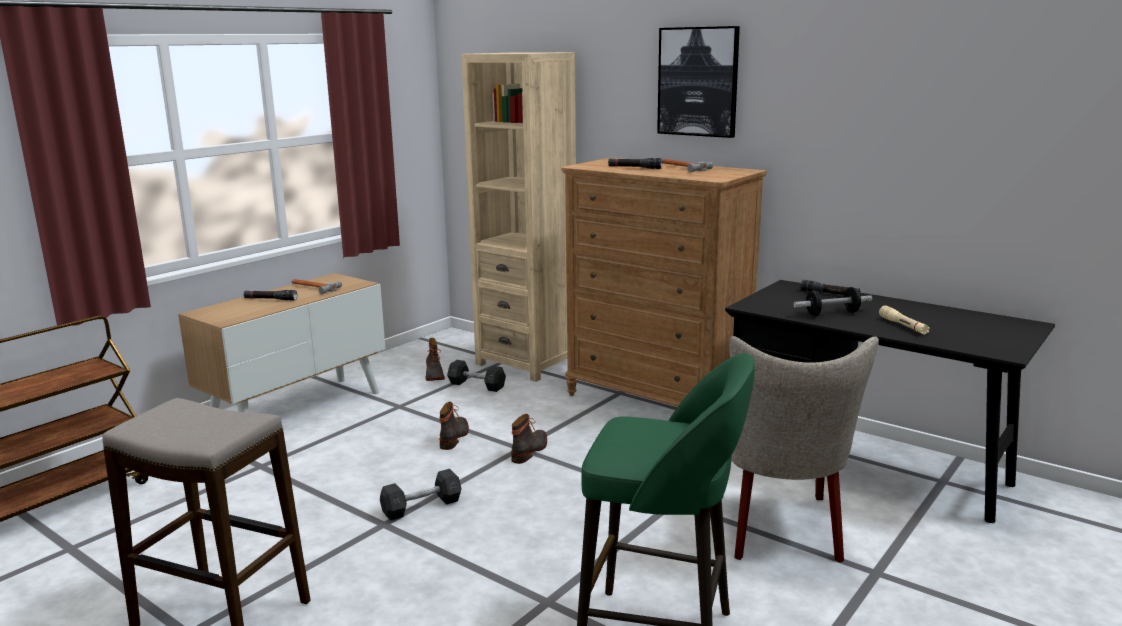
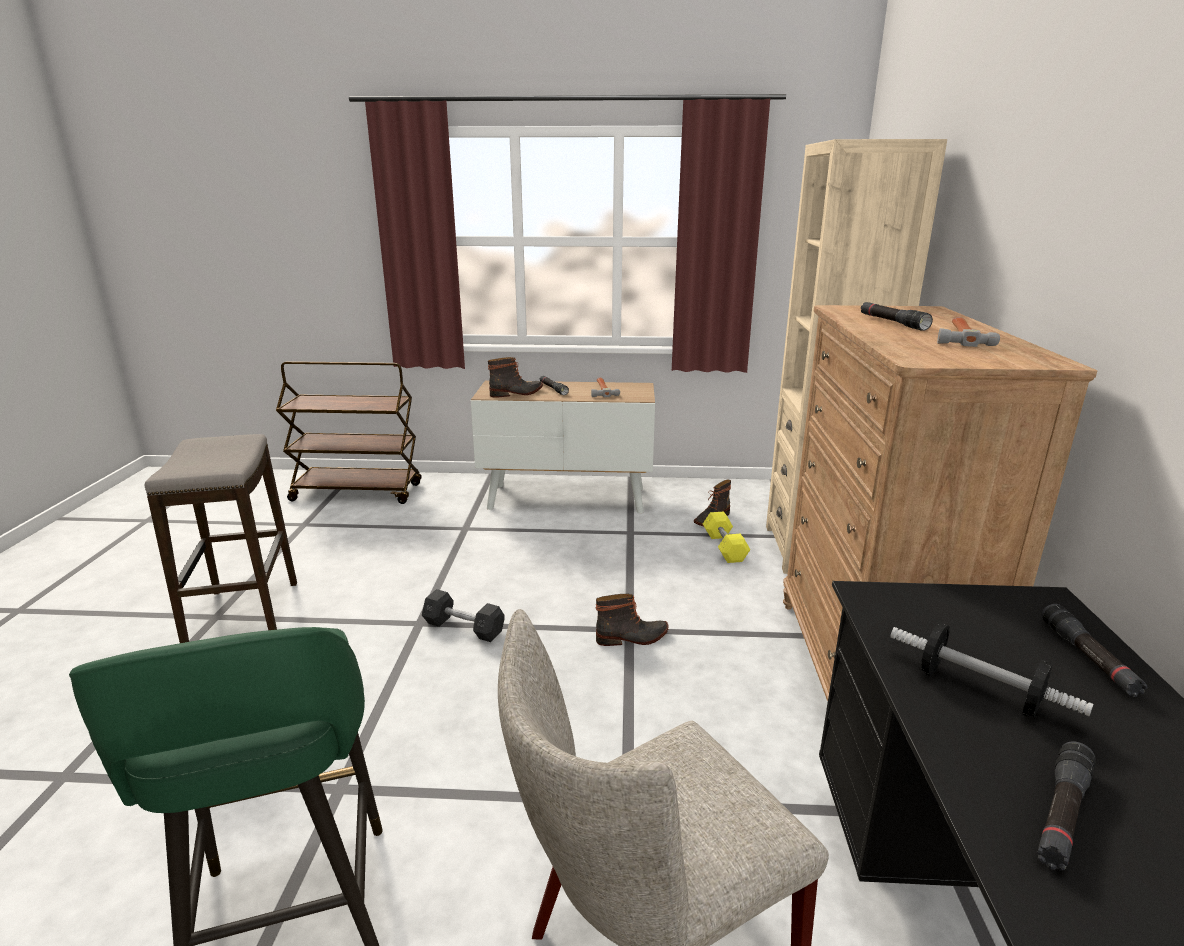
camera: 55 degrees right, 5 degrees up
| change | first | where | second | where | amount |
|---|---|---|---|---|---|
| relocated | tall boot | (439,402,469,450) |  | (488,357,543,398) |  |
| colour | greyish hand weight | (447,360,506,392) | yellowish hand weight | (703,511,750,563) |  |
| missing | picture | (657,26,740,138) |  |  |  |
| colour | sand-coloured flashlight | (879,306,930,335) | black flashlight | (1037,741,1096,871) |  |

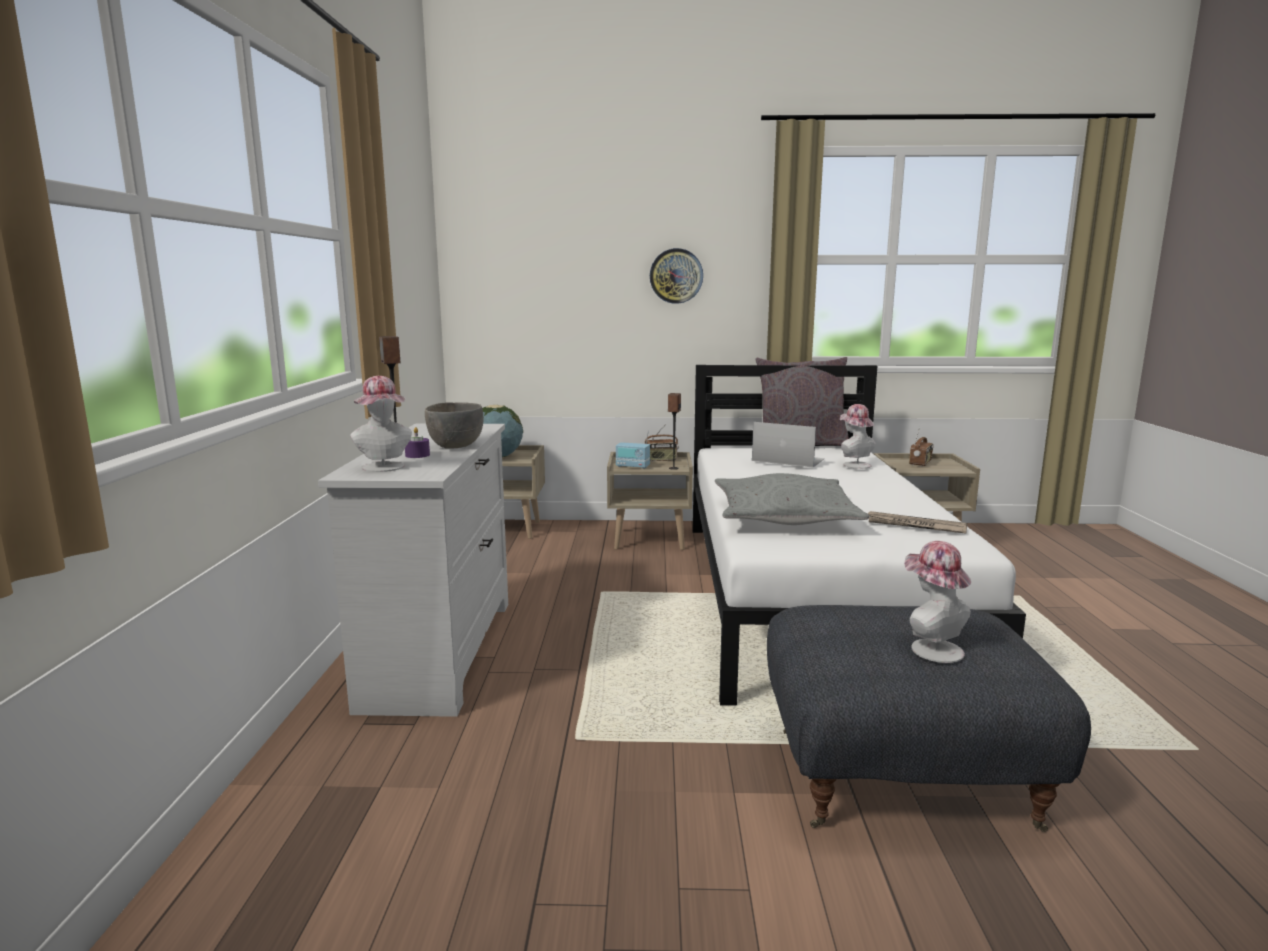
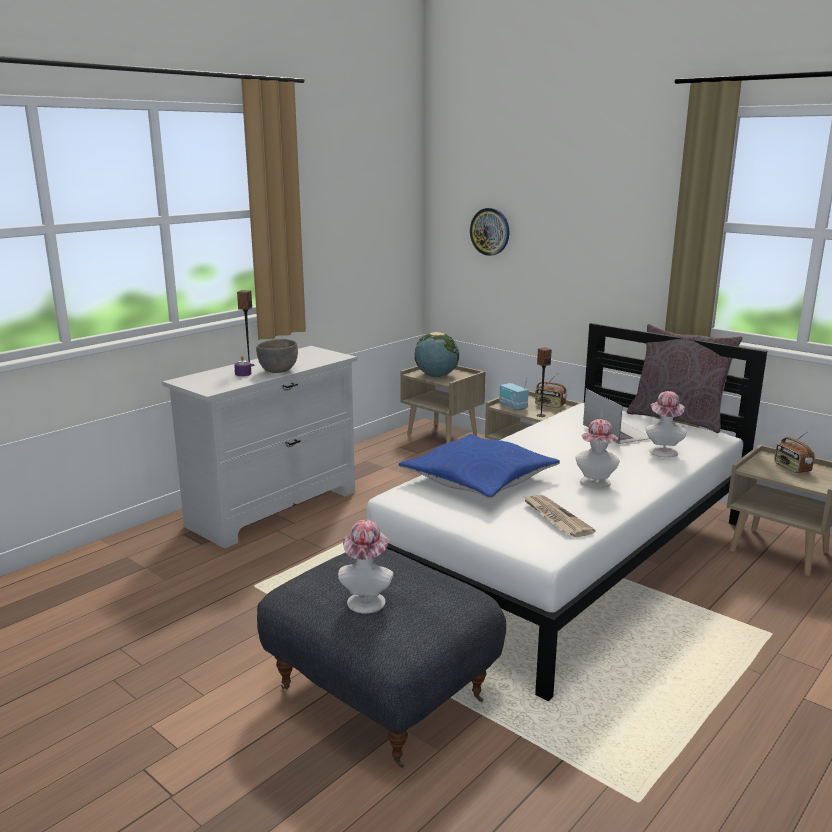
camera: 40 degrees right, 5 degrees up
| change | first | where | second | where | amount |
|---|---|---|---|---|---|
| relocated | wearable hat | (350,376,412,472) |  | (575,419,620,488) |  |
| relocated | wall clock | (650,248,703,304) |  | (470,208,509,256) |  |
| colour | greyish pillow | (715,473,869,525) | bluish pillow | (399,434,560,498) |  |
| spun | radio | (909,427,934,466) |  | (774,431,815,473) | 90 degrees clockwise |

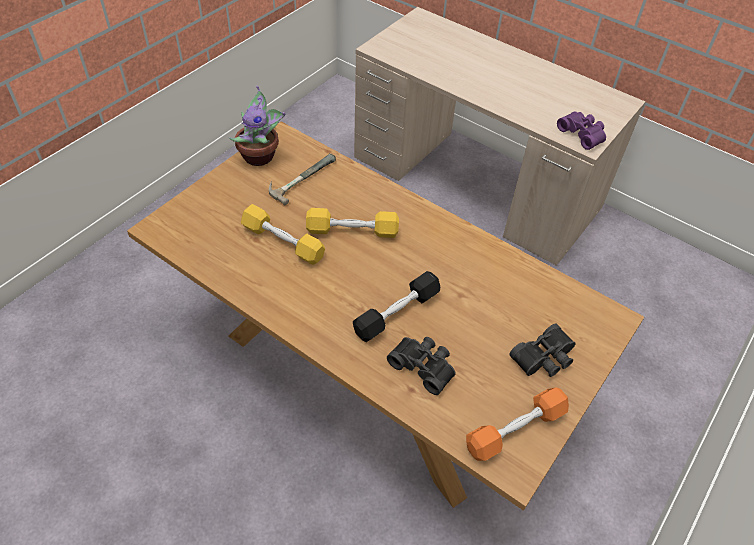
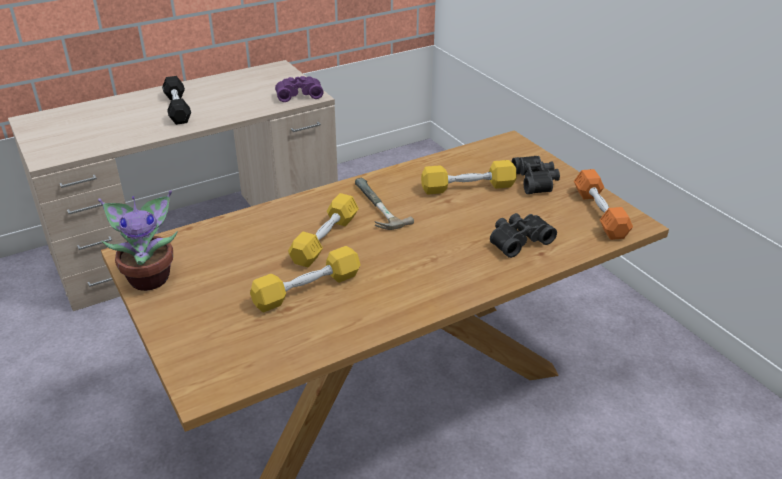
camera: 65 degrees left, 15 degrees down
| change | first | where | second | where | amount |
|---|---|---|---|---|---|
| relocated | hammer | (269,153,336,205) |  | (355,178,414,230) |  |
| relocated | black hand weight | (353,271,440,342) |  | (162,76,191,125) |  |
| appeared |  |  | yellowish hand weight | (421,160,517,195) |  |

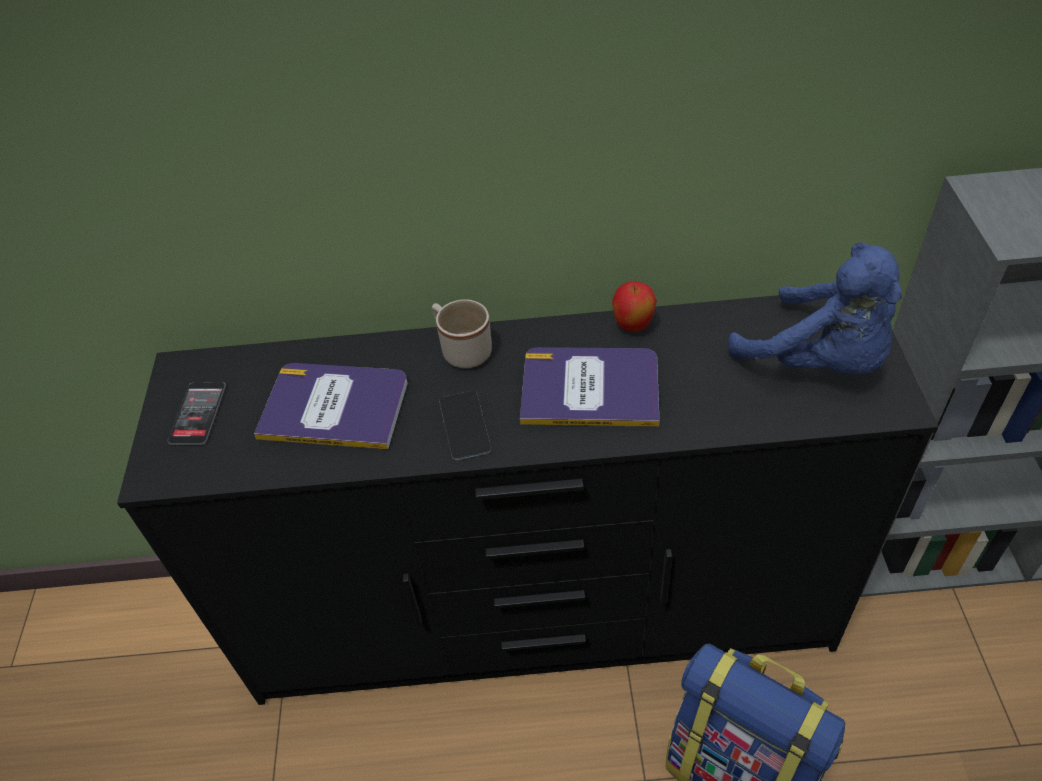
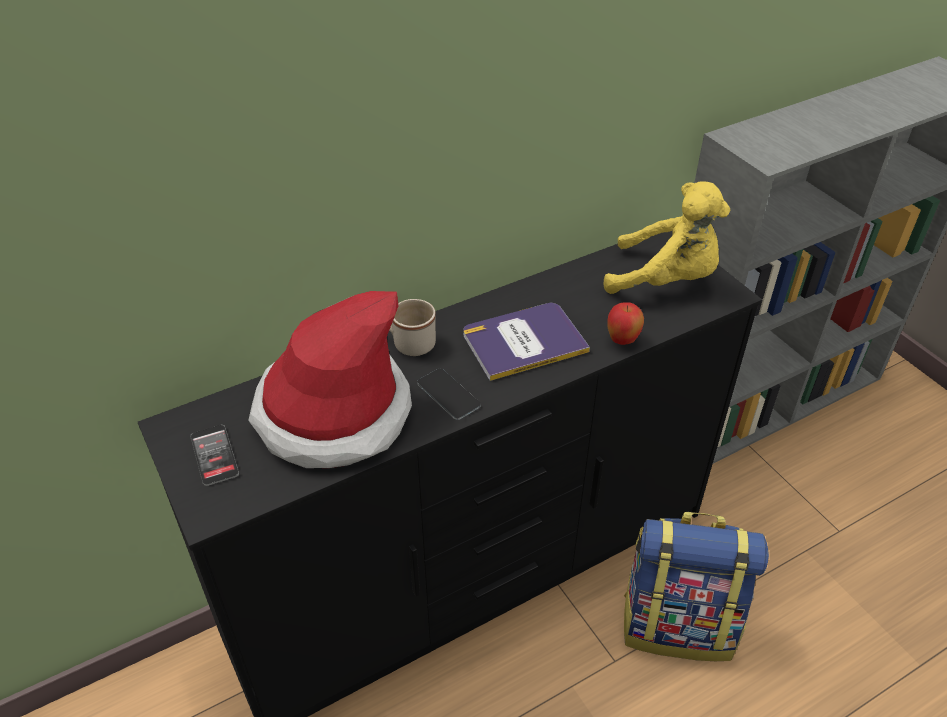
camera: 30 degrees left, 5 degrees down
| change | first | where | second | where | amount |
|---|---|---|---|---|---|
| exchanged | book | (254,363,408,449) | wearable hat | (248,291,412,468) |  |
| relocated | apple | (612,281,657,332) |  | (608,302,644,345) |  |
| colour | bluish cuddly toy | (728,242,902,374) | yellowish cuddly toy | (604,181,730,294) |  |

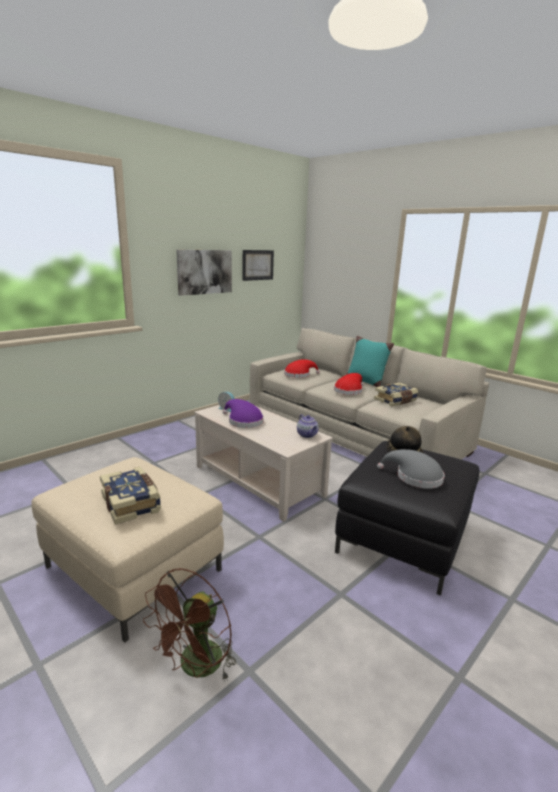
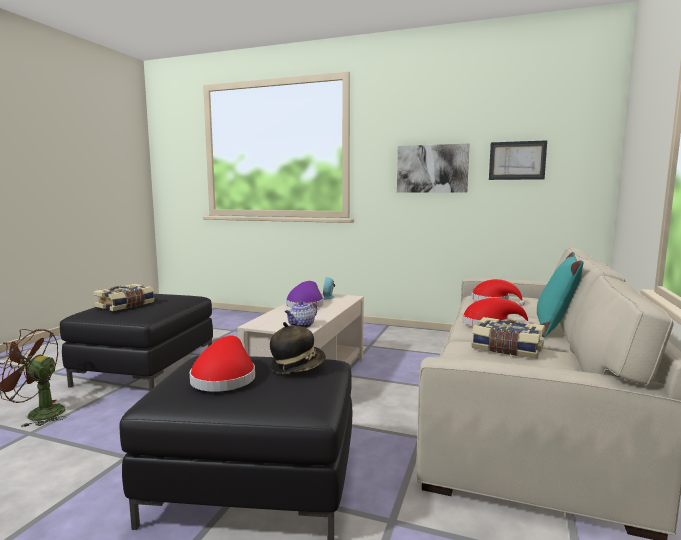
camera: 65 degrees right, 10 degrees down
| change | first | where | second | where | amount |
|---|---|---|---|---|---|
| colour | sand-coloured footrest | (31,457,224,643) | black footrest | (60,294,213,391) |  |
| colour | greyish wearable hat | (377,449,445,489) | red wearable hat | (190,336,255,392) |  |

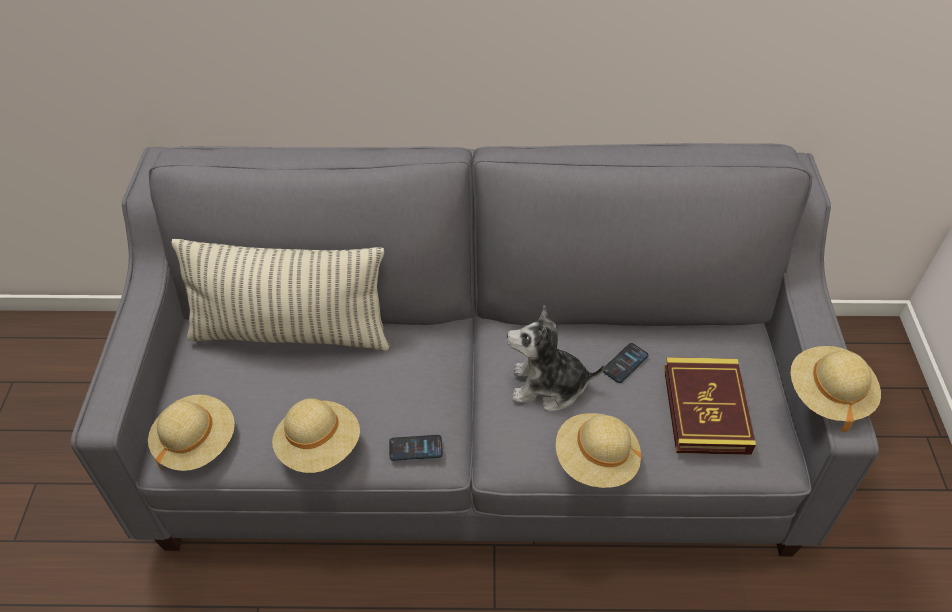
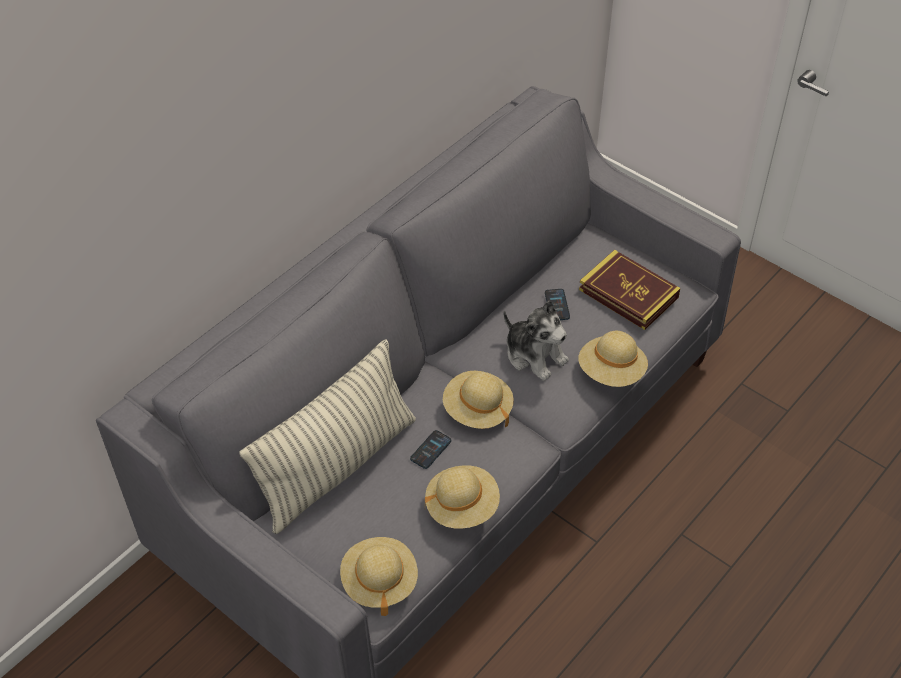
camera: 50 degrees left, 0 degrees up
| change | first | where | second | where | amount |
|---|---|---|---|---|---|
| relocated | phone | (389,435,443,461) |  | (410,430,451,469) |  |
| spun | cuddly toy | (507,305,605,411) |  | (503,301,569,381) | 90 degrees counterclockwise |
| relocated | sand-coloured wearable hat | (791,346,881,432) |  | (443,371,514,429) |  |

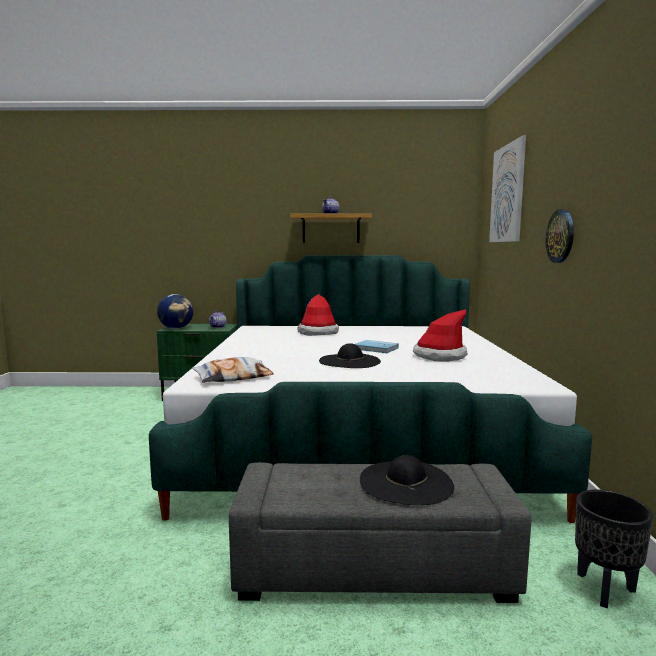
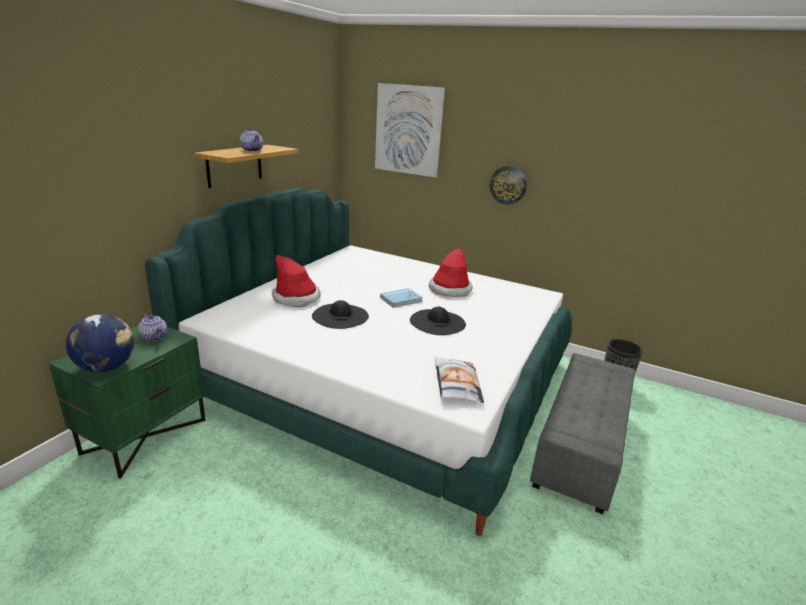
camera: 65 degrees left, 15 degrees up
| change | first | where | second | where | amount |
|---|---|---|---|---|---|
| relocated | black wearable hat | (360,455,454,505) |  | (312,300,369,329) |  |

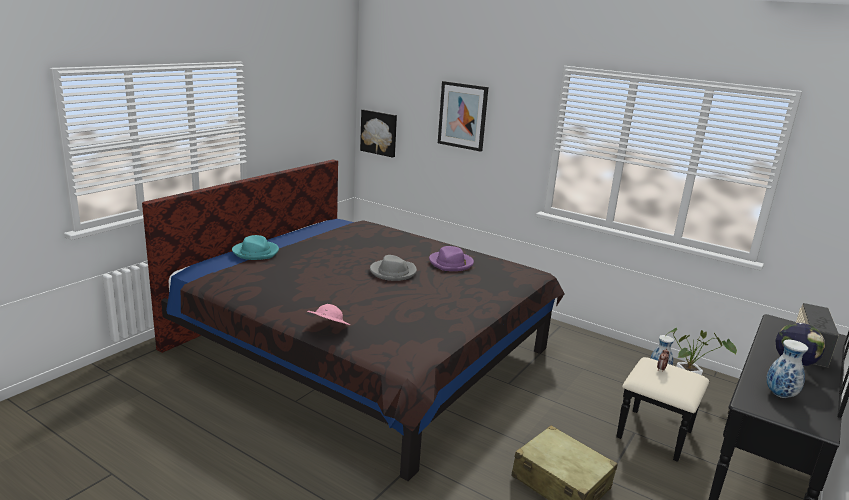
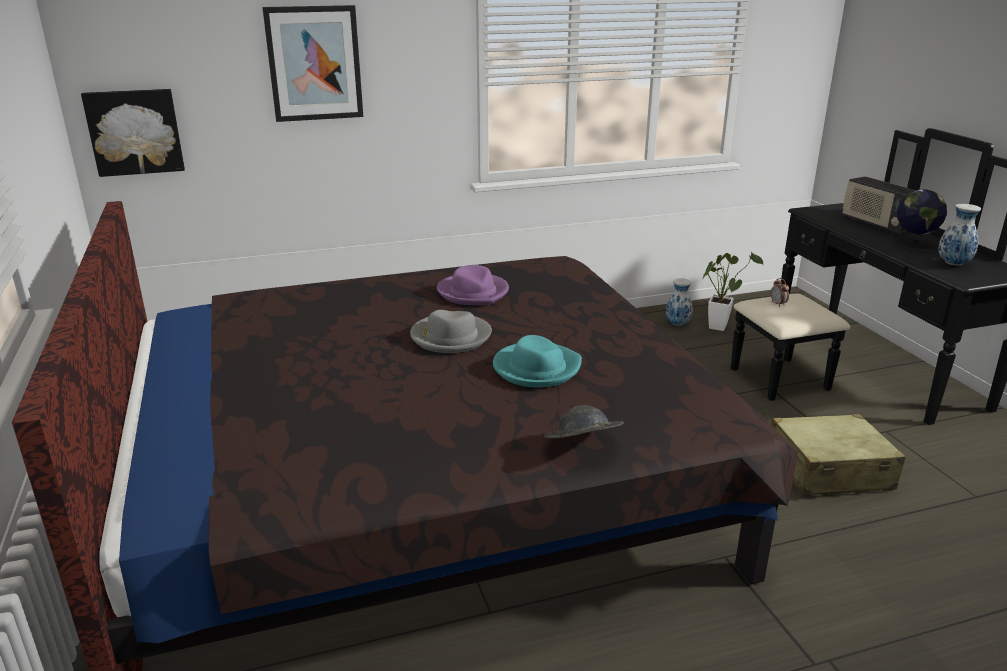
camera: 50 degrees left, 5 degrees up
| change | first | where | second | where | amount |
|---|---|---|---|---|---|
| relocated | turquoise-coloured wearable hat | (232,235,279,260) |  | (493,335,582,387) |  |
| colour | pinkish wearable hat | (307,304,350,325) | greyish wearable hat | (544,405,624,438) |  |

